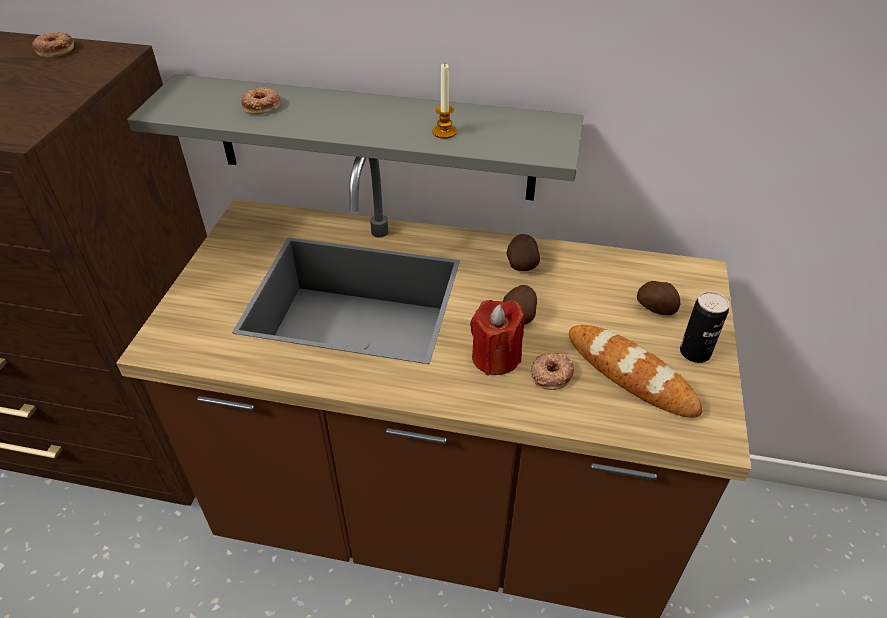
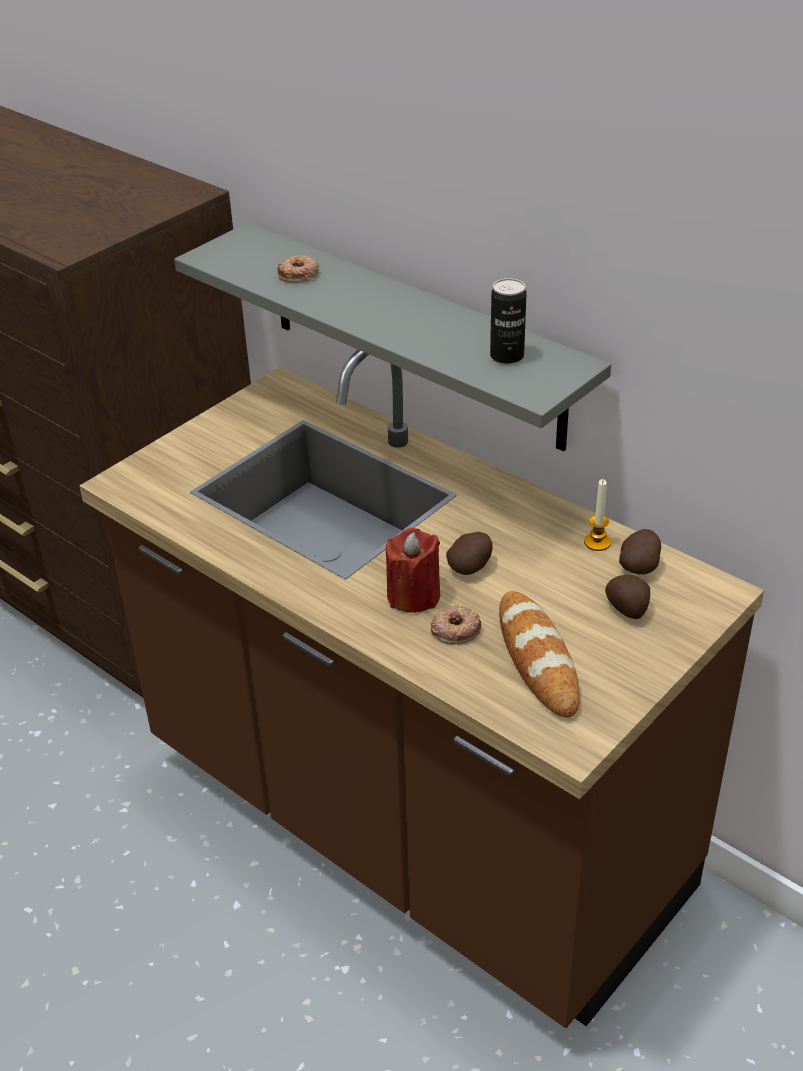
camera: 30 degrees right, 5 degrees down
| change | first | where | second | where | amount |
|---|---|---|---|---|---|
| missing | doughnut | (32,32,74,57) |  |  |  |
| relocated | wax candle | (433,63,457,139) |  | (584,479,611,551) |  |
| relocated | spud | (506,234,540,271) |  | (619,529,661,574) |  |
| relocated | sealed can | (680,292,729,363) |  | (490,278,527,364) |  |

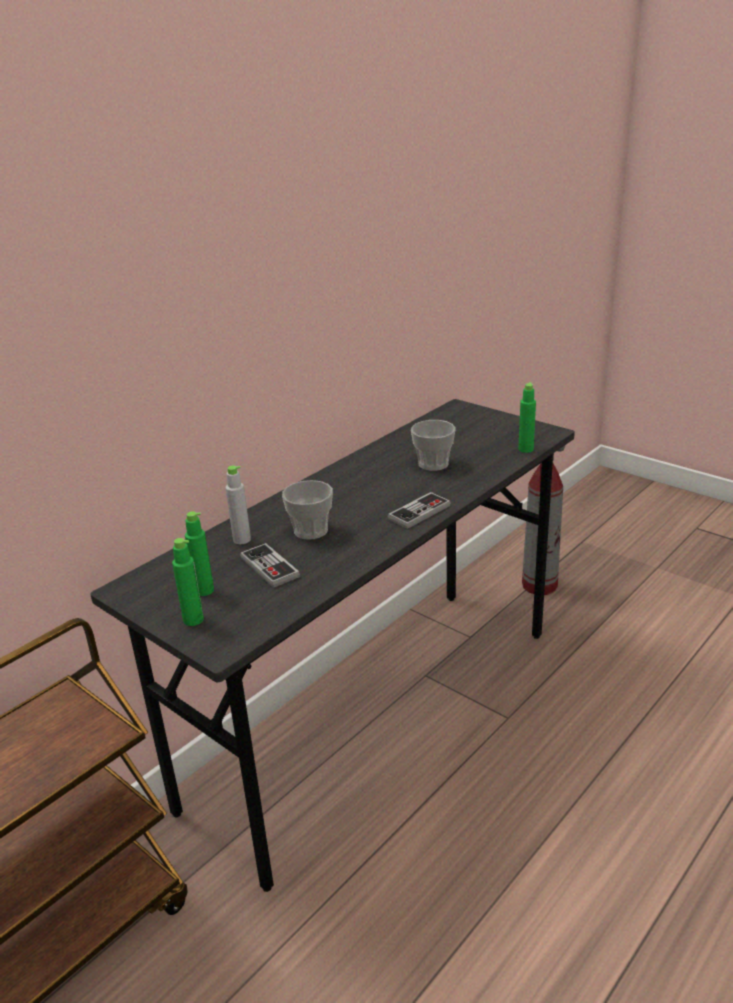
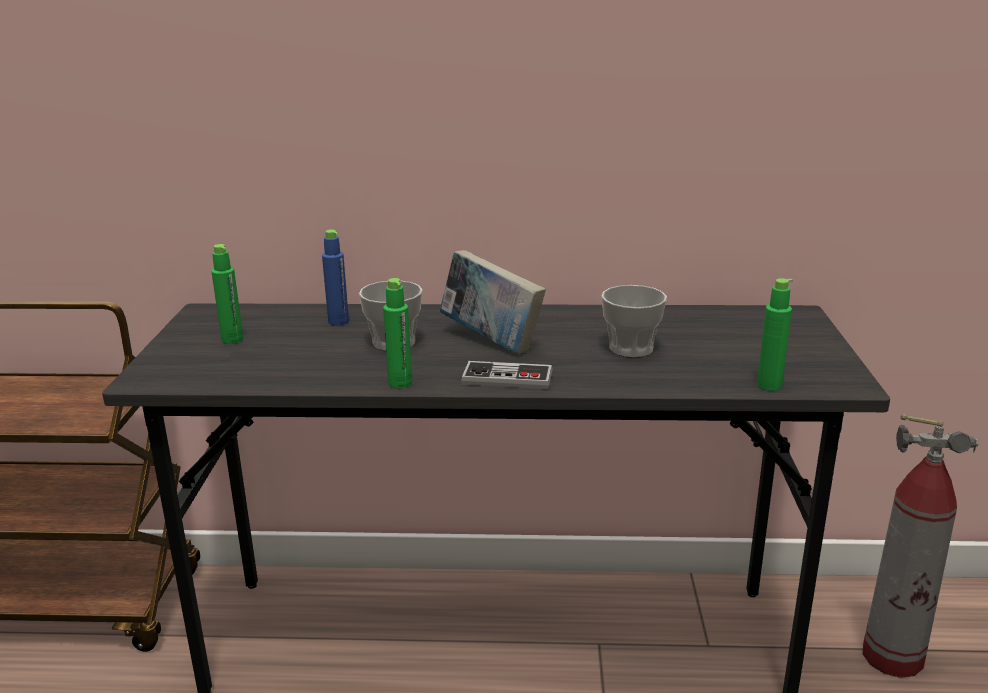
camera: 50 degrees right, 5 degrees down
| change | first | where | second | where | amount |
|---|---|---|---|---|---|
| relocated | green beverage bottle | (172,538,204,626) |  | (383,278,412,389) |  |
| colour | greyish beverage bottle | (226,466,251,544) | bluish beverage bottle | (322,229,349,326) |  |
| missing | gamepad | (240,543,300,588) |  |  |  |
| appeared |  |  | book | (440,250,546,354) |  |

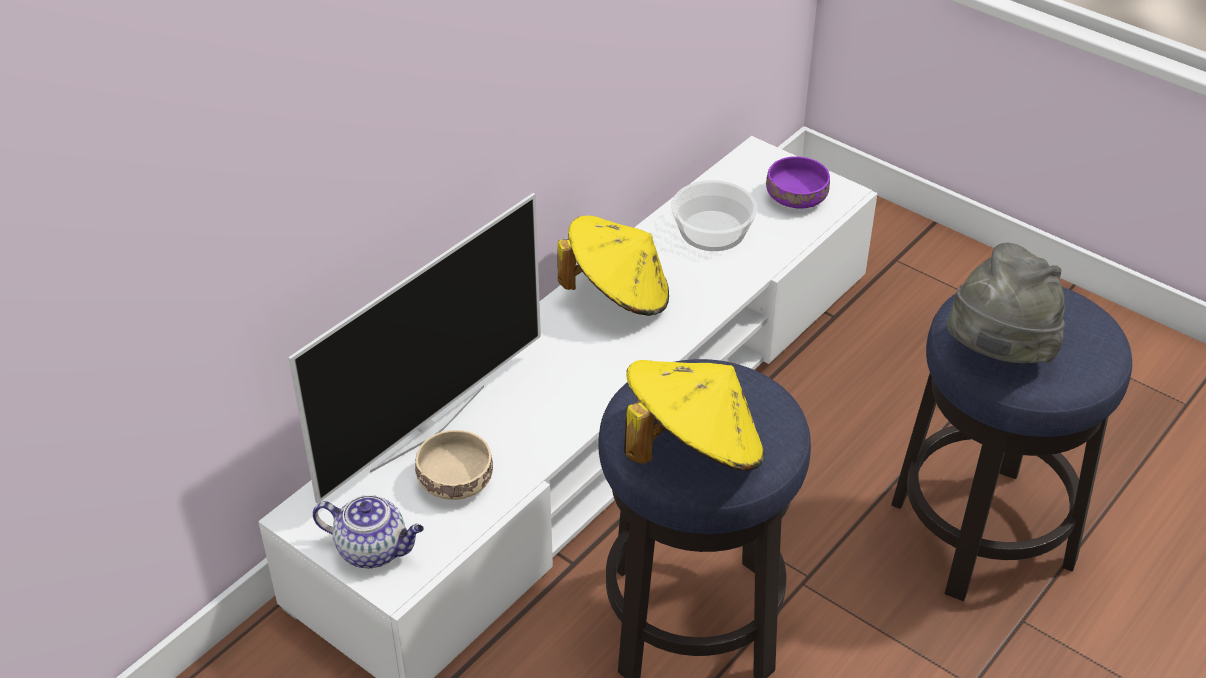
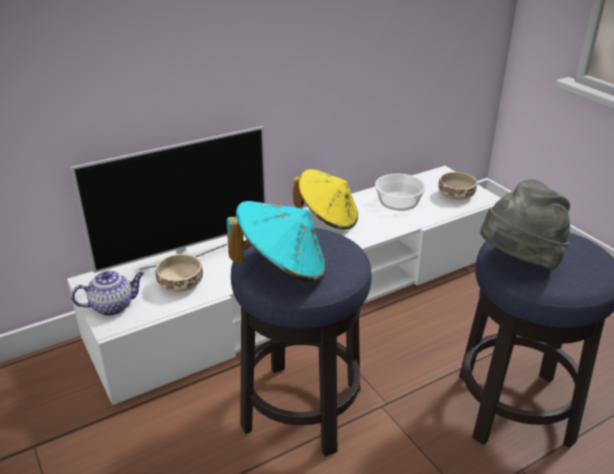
camera: 20 degrees right, 10 degrees down
| change | first | where | second | where | amount |
|---|---|---|---|---|---|
| spun | teapot | (312,495,424,568) |  | (71,271,144,316) | 60 degrees counterclockwise |
| colour | yellowish wearable hat | (624,360,765,471) | turquoise-coloured wearable hat | (227,201,326,282) |  |
| colour | purple-coloured deep dish | (766,156,830,209) | sand-coloured deep dish | (438,172,477,200) |  |

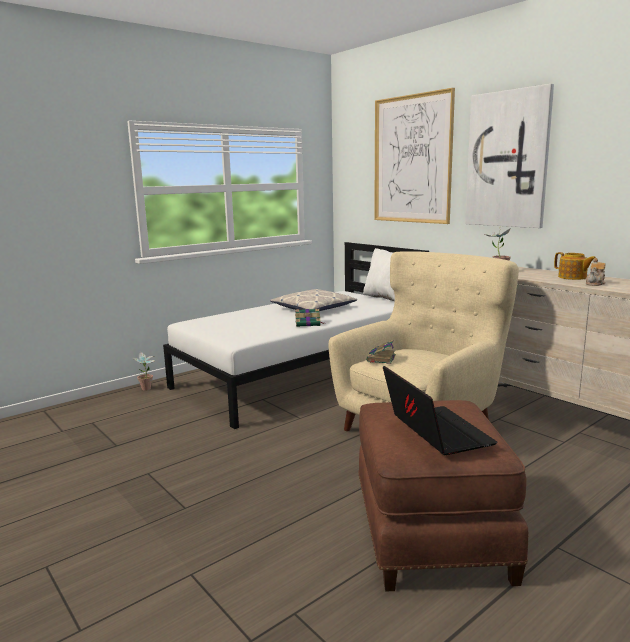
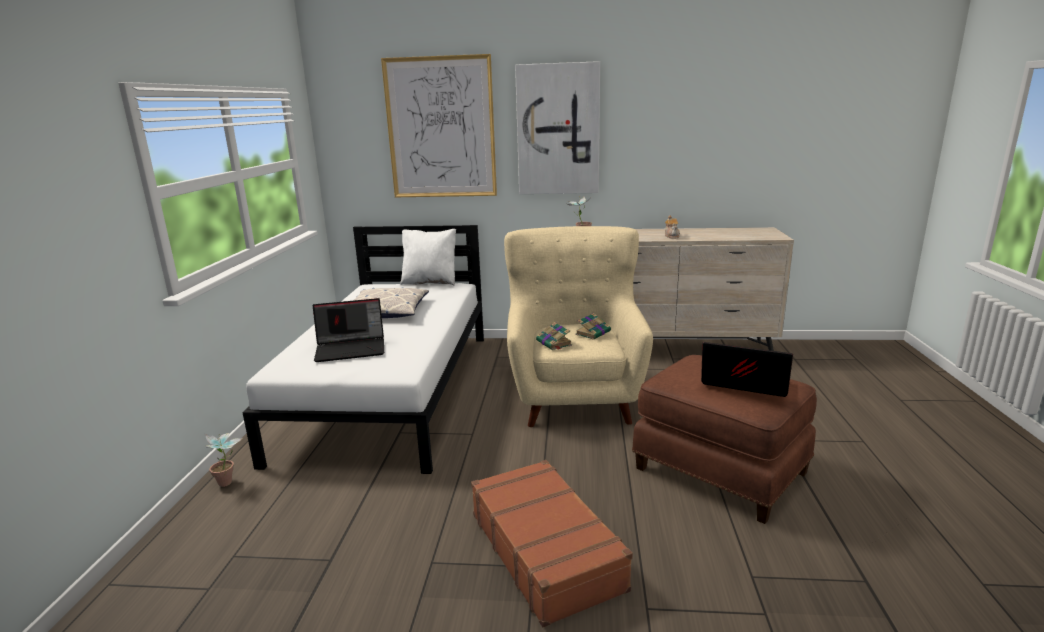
camera: 45 degrees left, 5 degrees up
| change | first | where | second | where | amount |
|---|---|---|---|---|---|
| relocated | book | (295,309,325,327) |  | (575,313,611,340) |  |
| missing | teapot | (554,252,596,280) |  |  |  |
| appeared |  |  | notebook computer | (313,298,384,362) |  |
| appeared |  |  | brown piece of luggage | (471,460,633,627) |  |

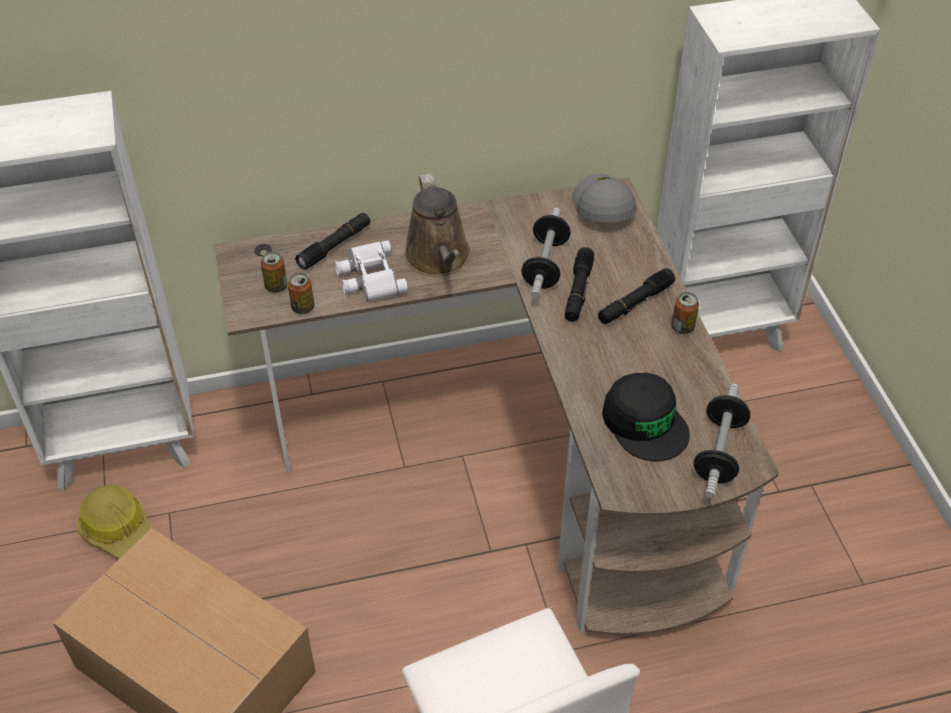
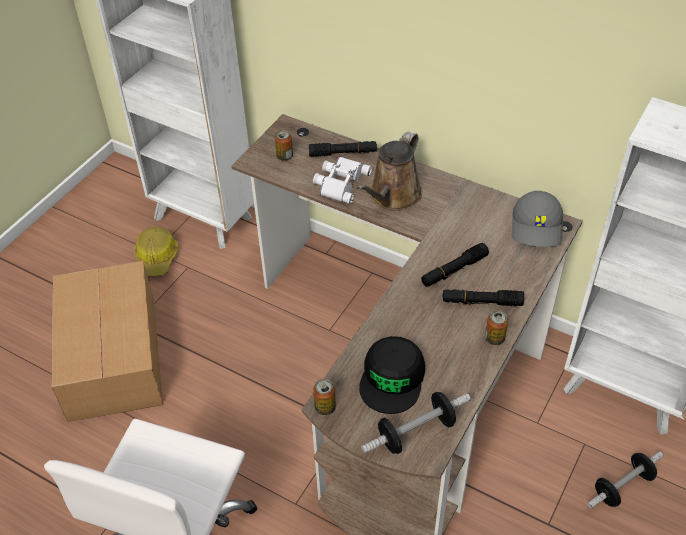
camera: 45 degrees right, 0 degrees up
| change | first | where | second | where | amount |
|---|---|---|---|---|---|
| relocated | sealed can | (288,273,314,314) |  | (313,379,336,415) |  |
| relocated | hand weight | (521,208,571,298) |  | (587,451,664,509) |  |
| spun | greyish cap | (572,173,637,222) |  | (512,191,563,247) | 150 degrees clockwise |

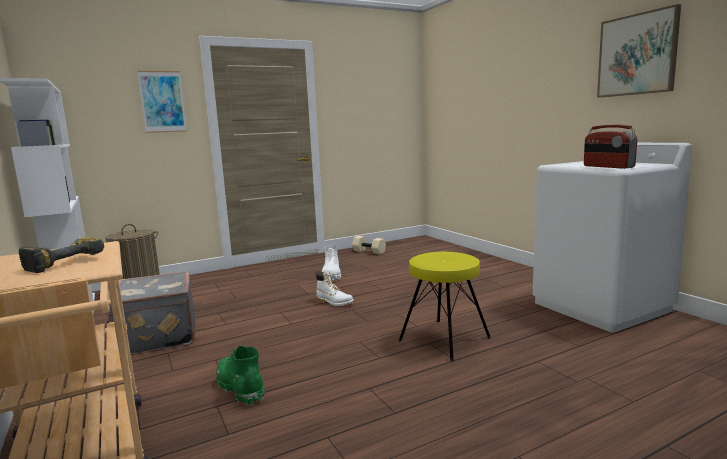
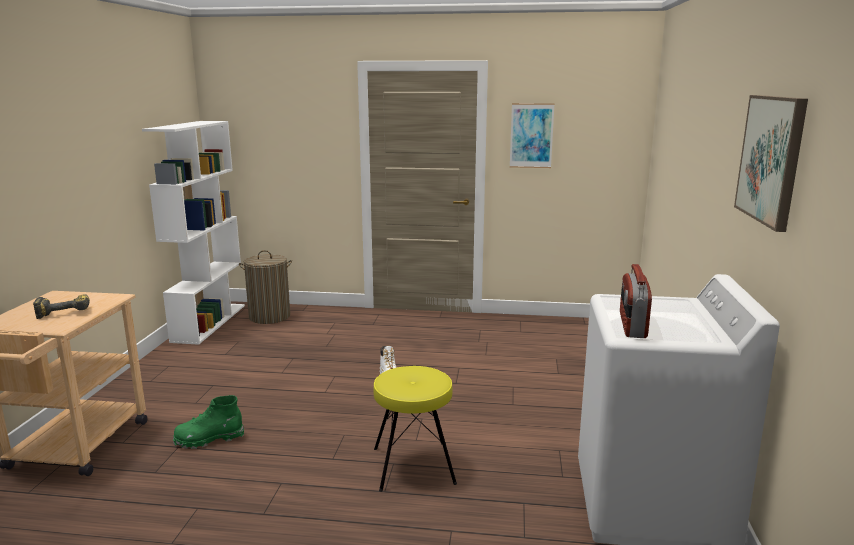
camera: 35 degrees right, 5 degrees up
| change | first | where | second | where | amount |
|---|---|---|---|---|---|
| missing | greyish piece of luggage | (106,271,195,356) |  |  |  |
| relocated | picture | (137,71,187,133) |  | (510,103,555,168) |  |
| spun | green tall boot | (216,346,265,405) |  | (173,395,244,449) | 105 degrees counterclockwise |
| missing | white-coloured tall boot | (322,246,341,281) |  |  |  |
| missing | sand-coloured hand weight | (352,236,386,254) |  |  |  |

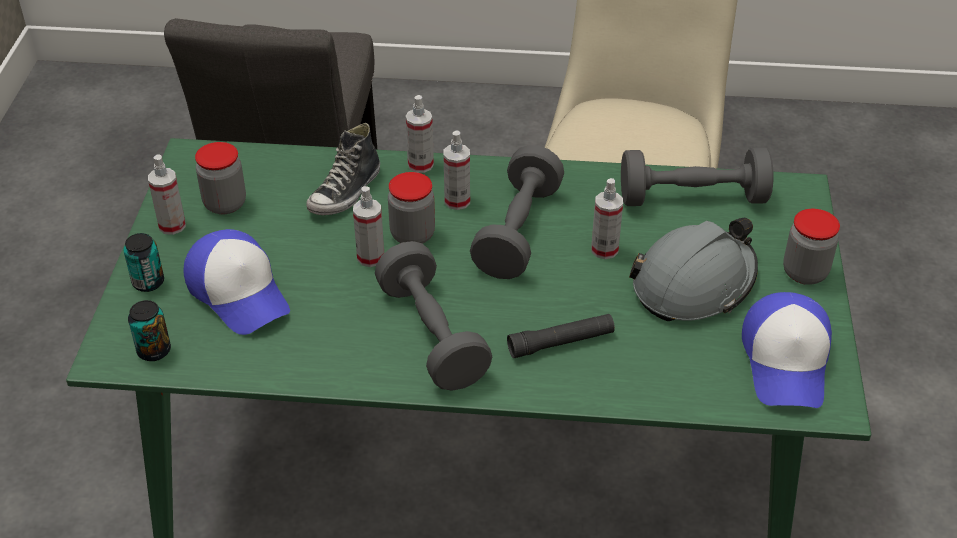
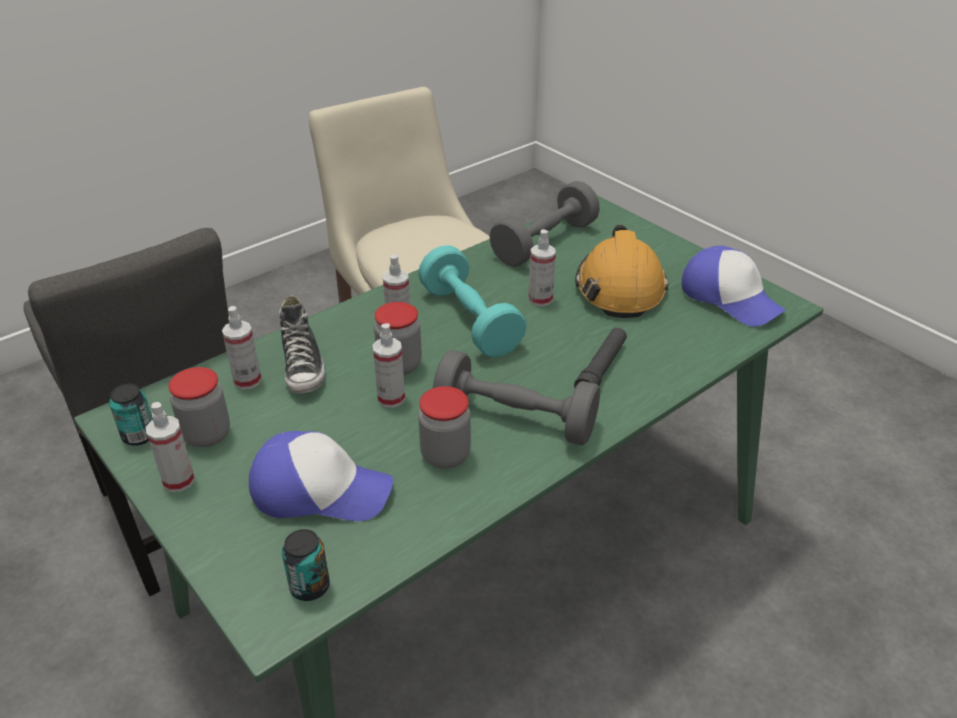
camera: 45 degrees left, 5 degrees down
| change | first | where | second | where | amount |
|---|---|---|---|---|---|
| relocated | sealed can | (123,233,164,292) |  | (109,384,153,446) |  |
| relocated | hand sprayer | (406,95,434,173) |  | (222,306,262,390) |  |
| colour | greyish hand weight | (470,145,564,279) | turquoise-coloured hand weight | (418,245,527,358) |  |
| colour | greyish hard hat | (629,218,758,321) | orange-coloured hard hat | (575,224,669,318) |  |
| relocated | preserve jar | (783,209,840,285) |  | (418,386,471,469) |  |

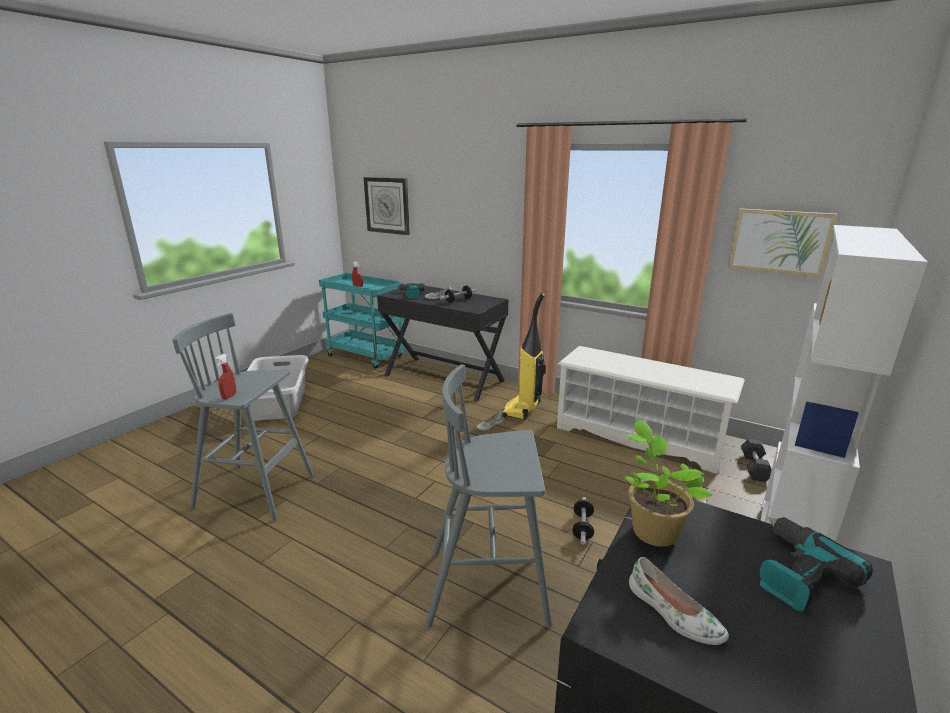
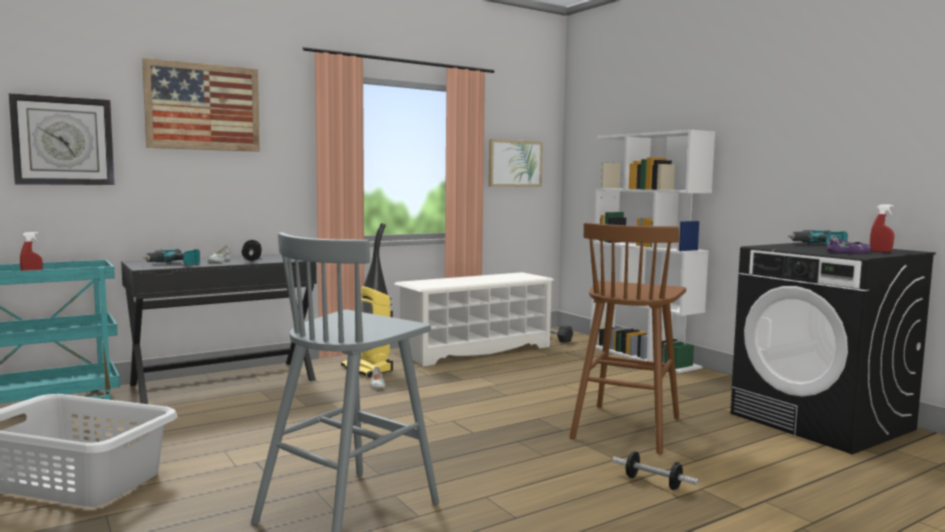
camera: 65 degrees left, 15 degrees down
| change | first | where | second | where | amount |
|---|---|---|---|---|---|
| relocated | red hand sprayer | (215,354,236,399) |  | (870,205,894,252) |  |
| colour | greyish sitting stool | (425,365,552,628) | brown sitting stool | (569,222,686,454) |  |
| relocated | hand weight | (572,497,594,545) |  | (612,451,698,490) |  |
| missing | plant in a pot | (624,418,712,547) |  |  |  |
| colour | white-coloured item of footwear | (629,557,729,645) | purple-coloured item of footwear | (827,235,871,253) |  |
| appeared |  |  | picture | (142,58,260,152) |  |

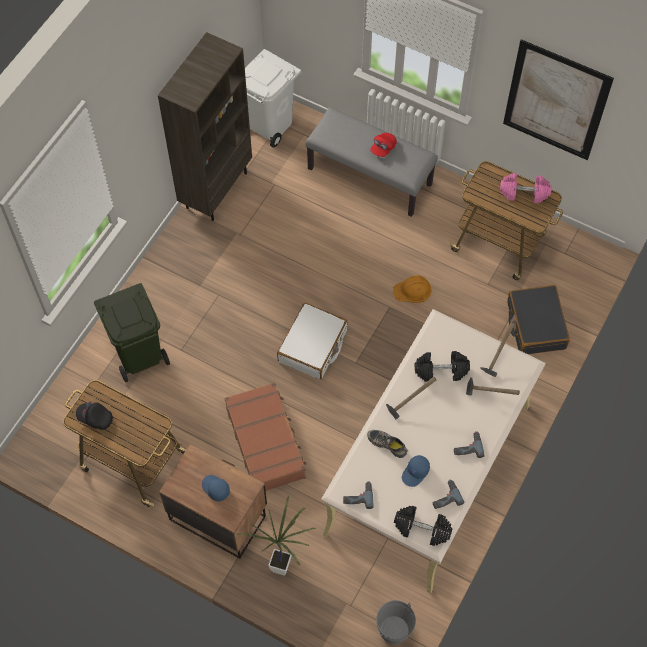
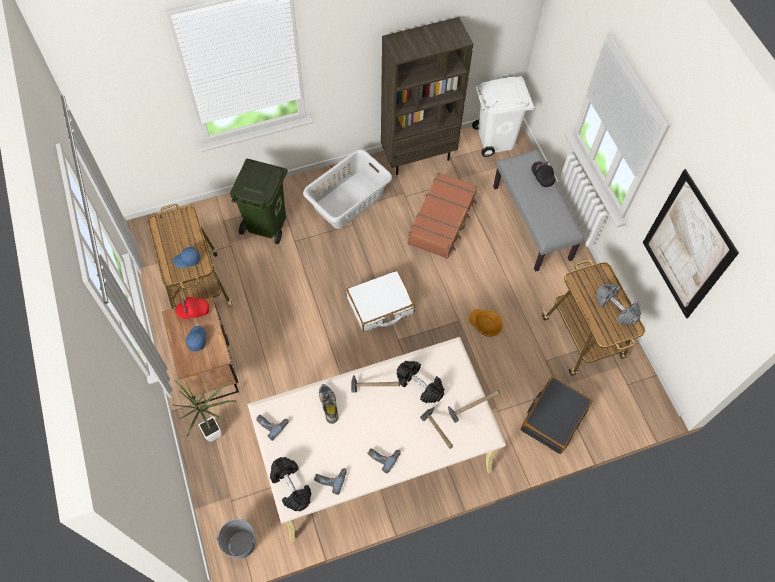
camera: 40 degrees right, 0 degrees up
| change | first | where | second | where | amount |
|---|---|---|---|---|---|
| relocated | black cap | (76,401,113,430) |  | (531,161,556,187) |  |
| relocated | brown piece of luggage | (224,383,307,491) |  | (408,172,477,259) |  |
| relocated | red cap | (370,133,397,157) |  | (175,297,209,319) |  |
| relocated | bluish cap | (402,455,430,487) |  | (173,247,200,268) |  |
| colour | pinkish hand weight | (500,173,551,203) | greyish hand weight | (596,283,641,325) |  |
| appeared |  |  | greyish washing basket | (303,149,392,229) |  |

